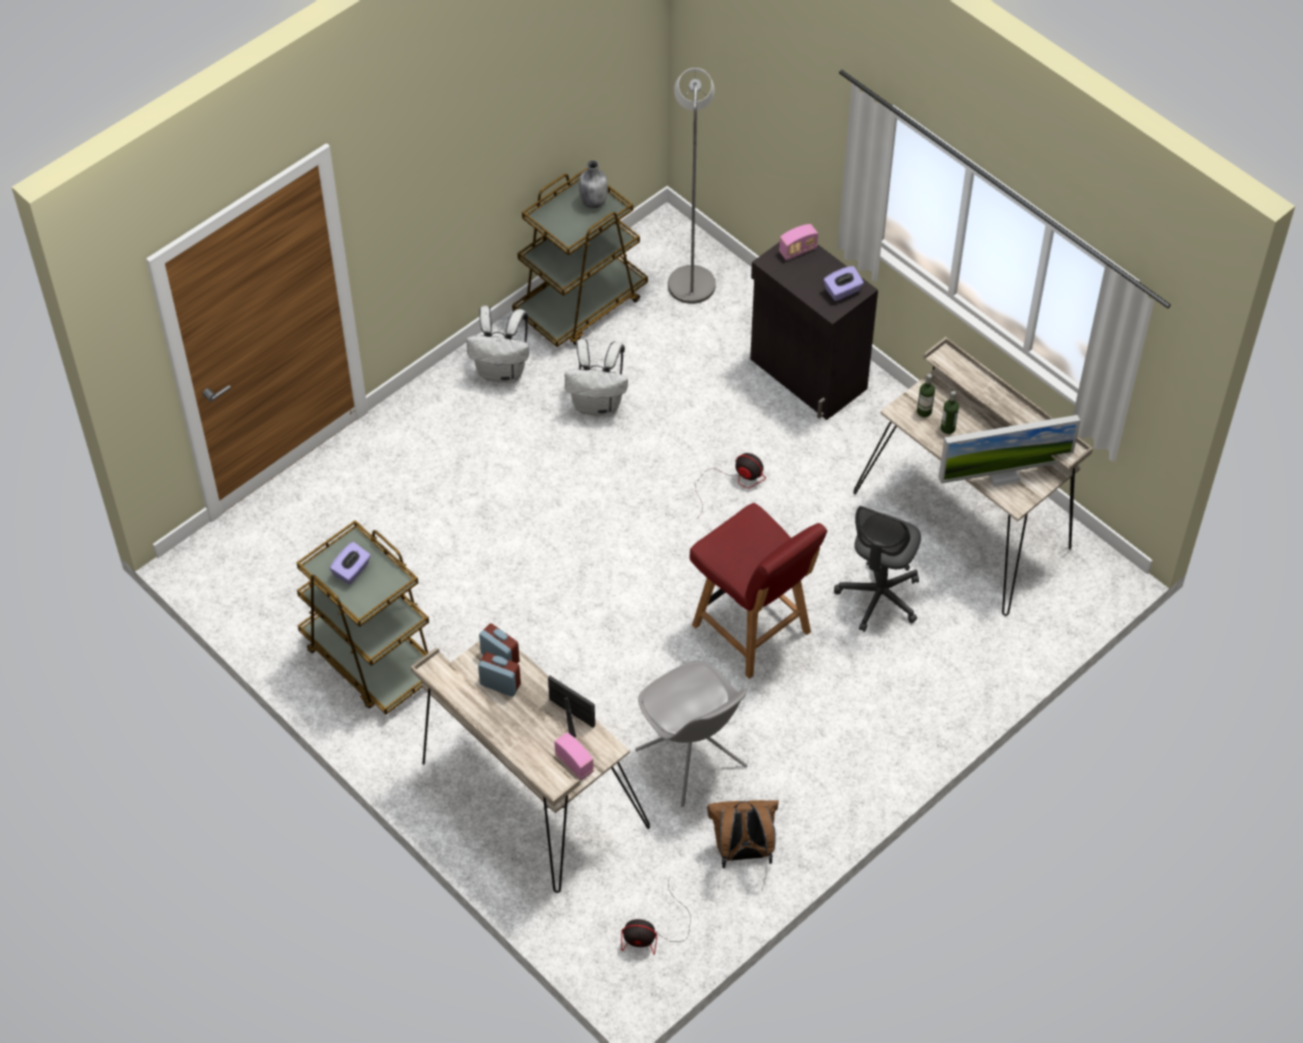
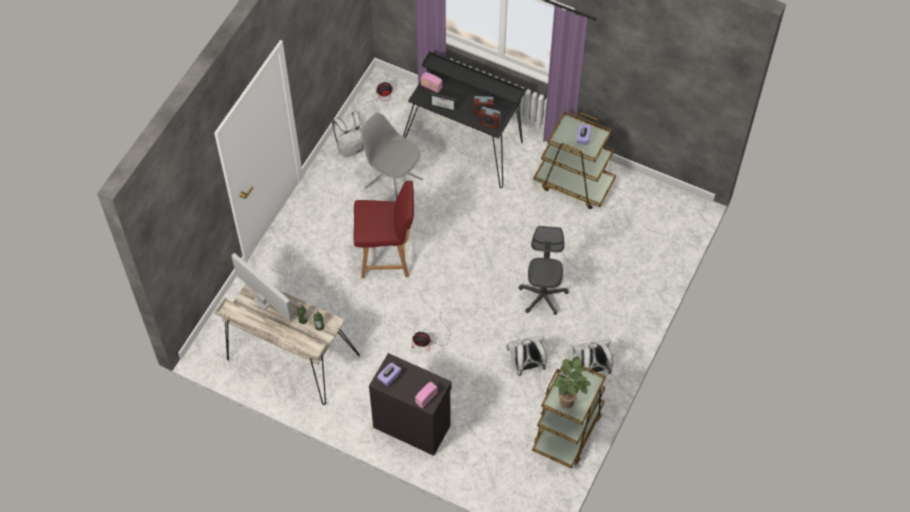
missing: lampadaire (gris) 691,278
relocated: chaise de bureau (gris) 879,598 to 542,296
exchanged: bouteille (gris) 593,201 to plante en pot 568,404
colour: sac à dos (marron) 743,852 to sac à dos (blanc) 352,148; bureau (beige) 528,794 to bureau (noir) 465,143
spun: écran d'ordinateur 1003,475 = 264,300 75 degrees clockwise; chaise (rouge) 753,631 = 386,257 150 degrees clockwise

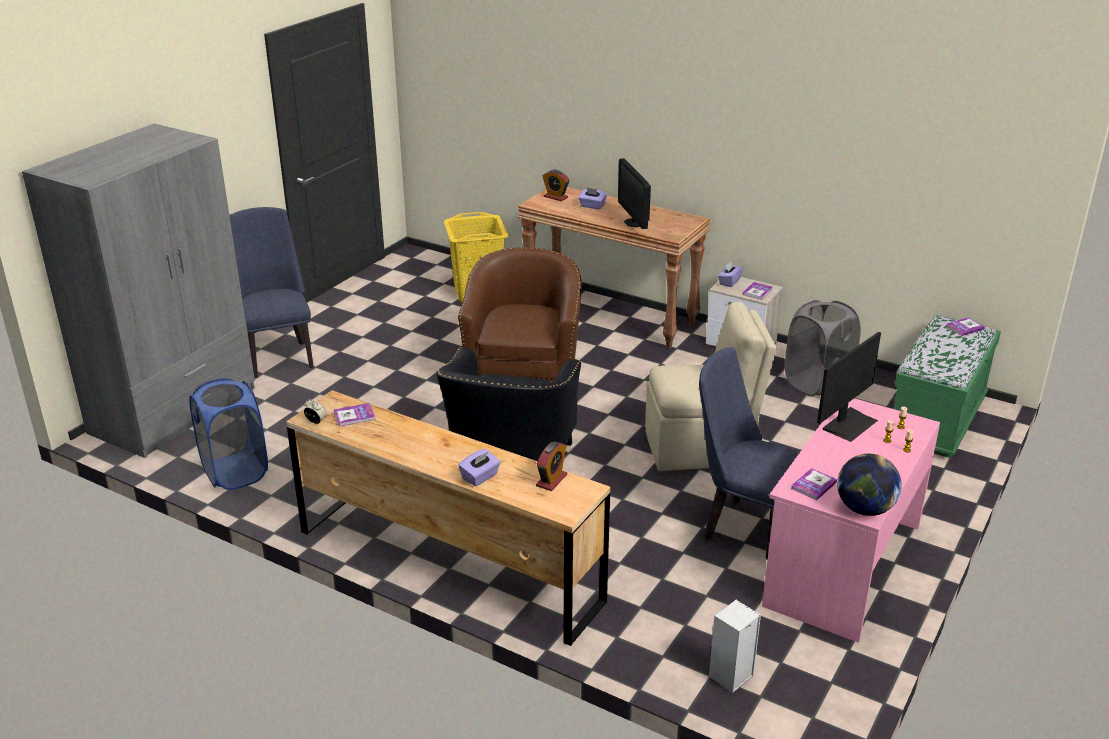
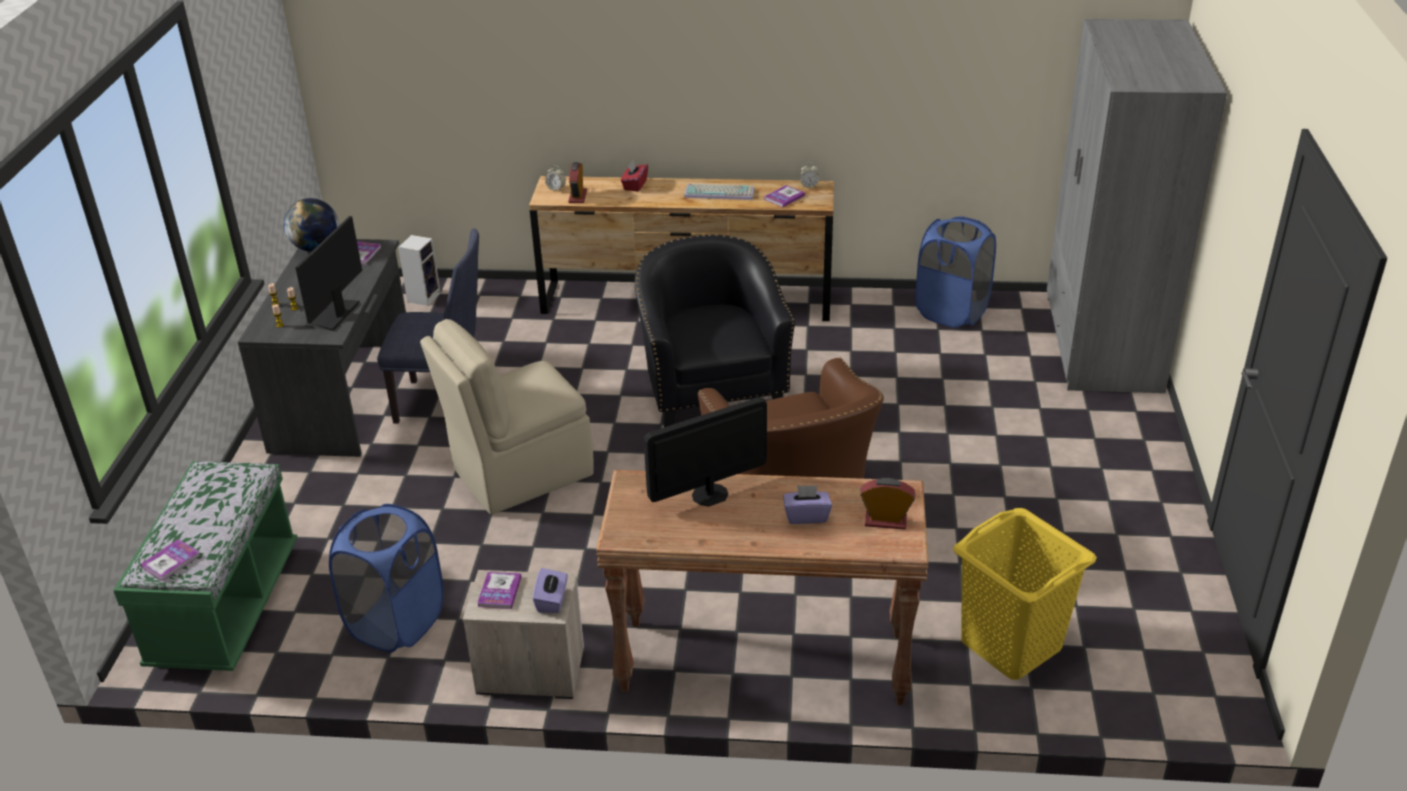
missing: chaise (bleu) 278,356
appeared: réveil 556,189; clavier 720,192
colour: bureau (rose) 841,564 to bureau (gris) 345,396; panier à linge (gris) 817,384 to panier à linge (bleu) 396,622; boîte à mouchoirs (violet) 480,477 to boîte à mouchoirs (rouge) 634,185
spun: écran d'ordinateur 634,222 = 710,495 75 degrees counterclockwise

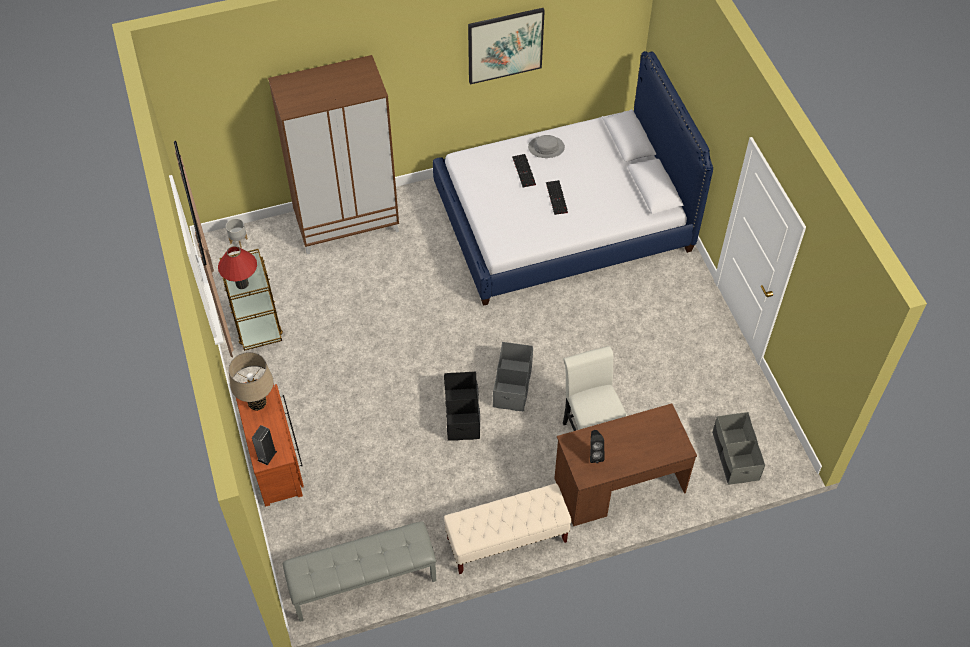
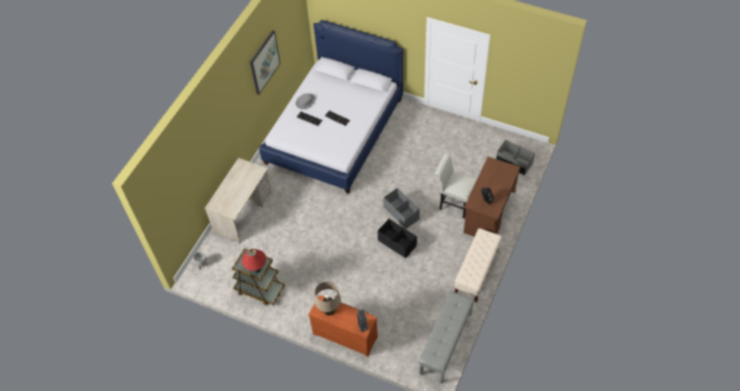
exchanged: armoire (marron) 347,223 to bureau (beige) 243,212

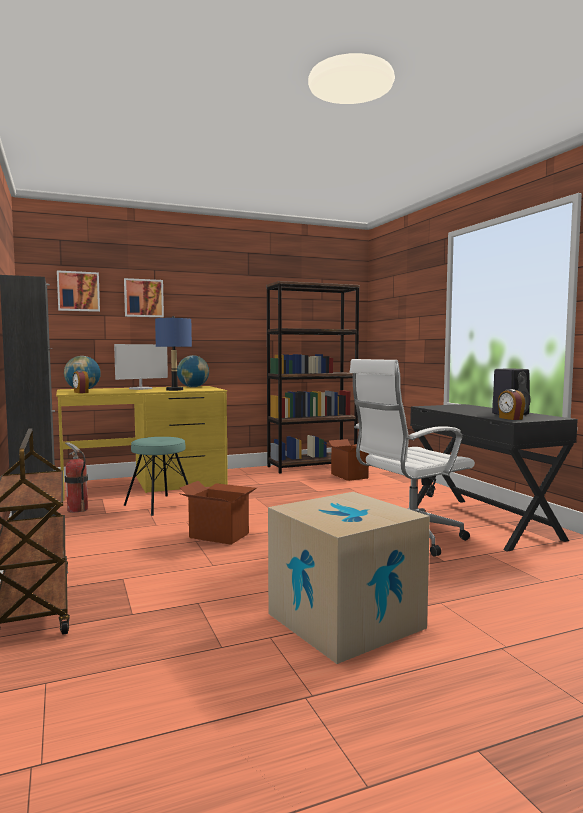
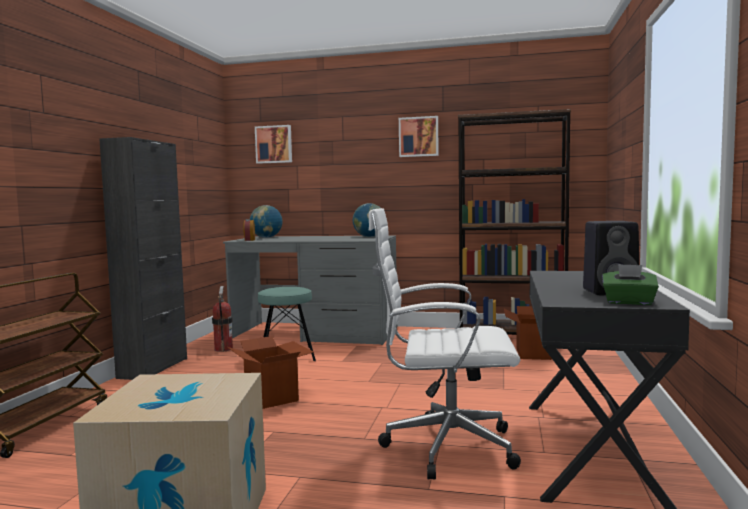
missing: écran d'ordinateur 141,388; lampe de table (bleu) 174,390; réveil 510,418
appeared: boîte à mouchoirs (vert) 629,302
relocated: tableau 143,298 to 418,137
colour: bureau (jaune) 144,484 to bureau (gris) 316,333

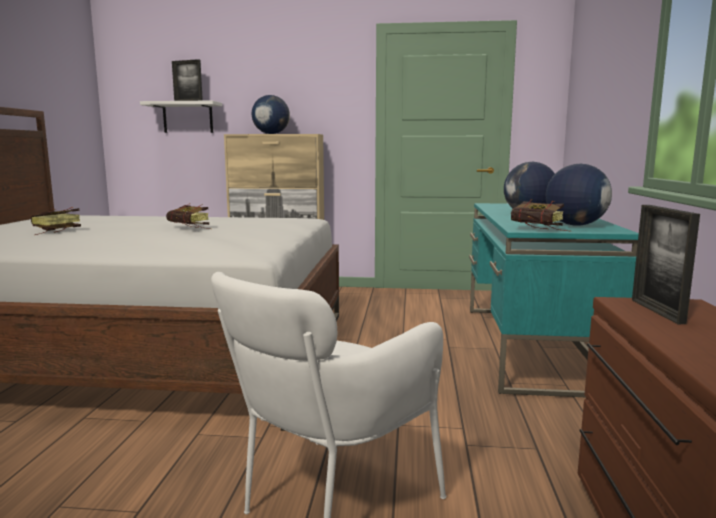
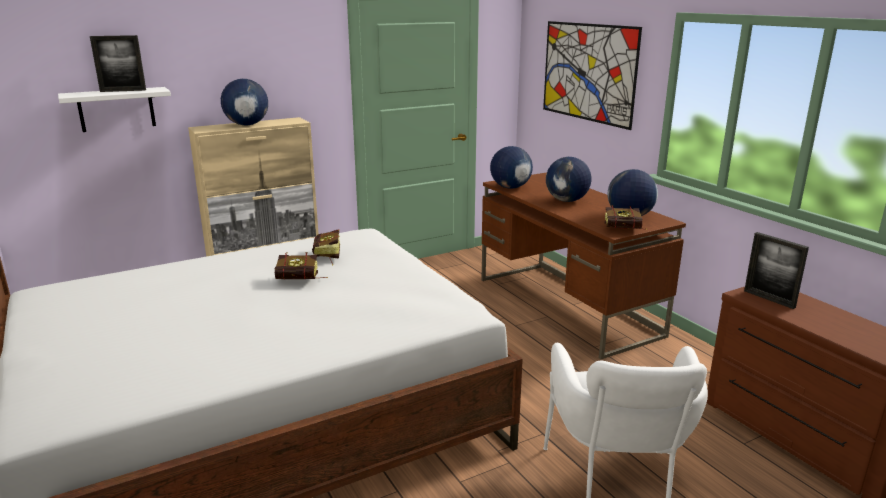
appeared: globe 510,187; tableau 588,72
relocated: livre 53,231 to 327,257
colour: bureau (turquoise) 530,347 to bureau (marron) 567,307

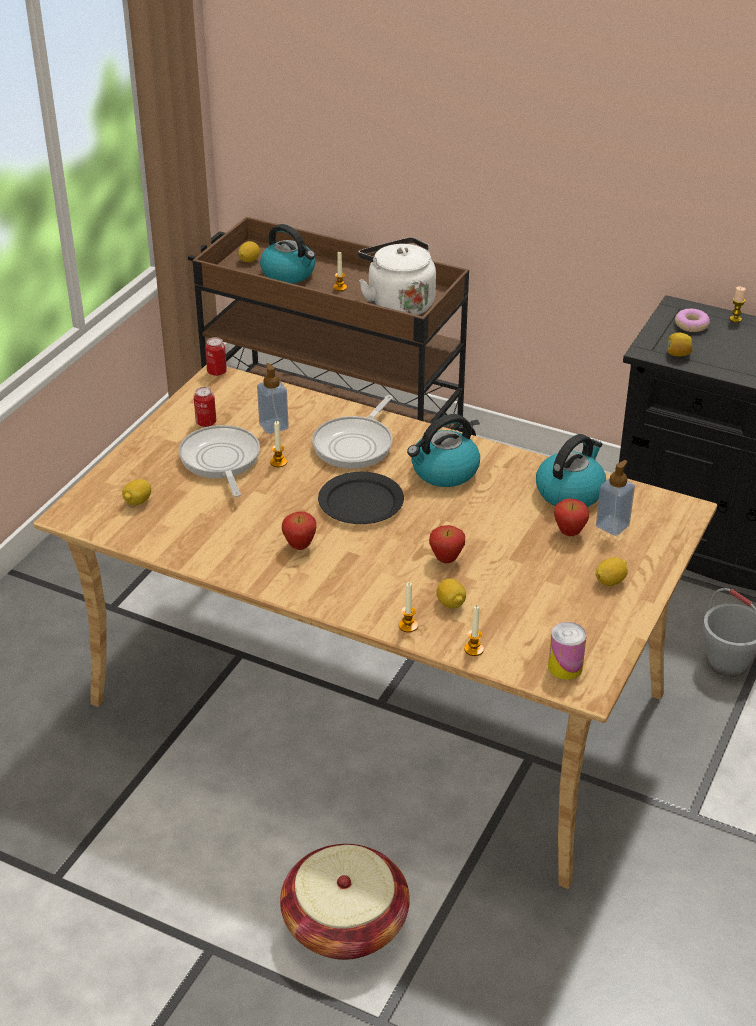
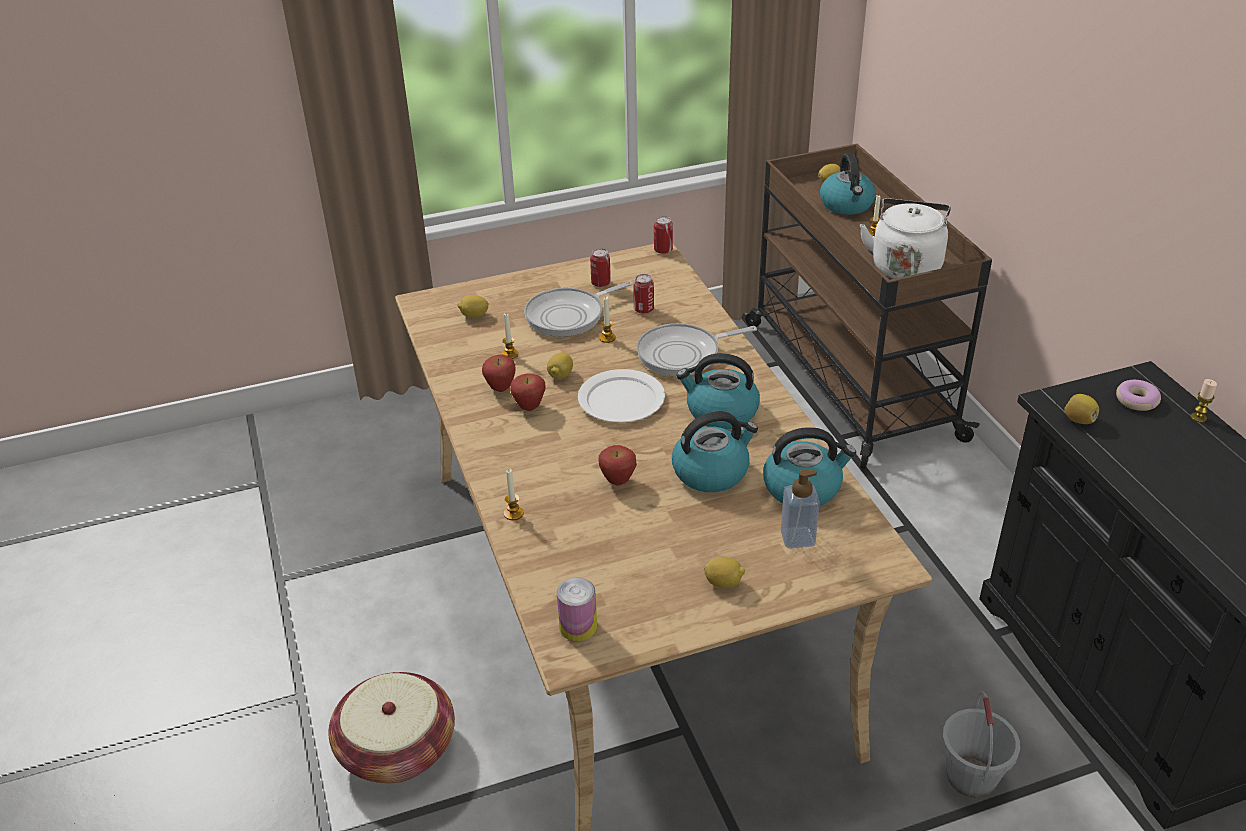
appeared: bouilloire 711,471
relocated: pomme 569,533 to 500,388; bougie 474,649 to 510,354; citron 450,603 to 560,375
exchanged: distributeur de savon 273,426 to boîte métallique 643,309
colour: assiette (noir) 360,502 to assiette (blanc) 621,399
spun: poêle 220,461 = 569,316 150 degrees counterclockwise

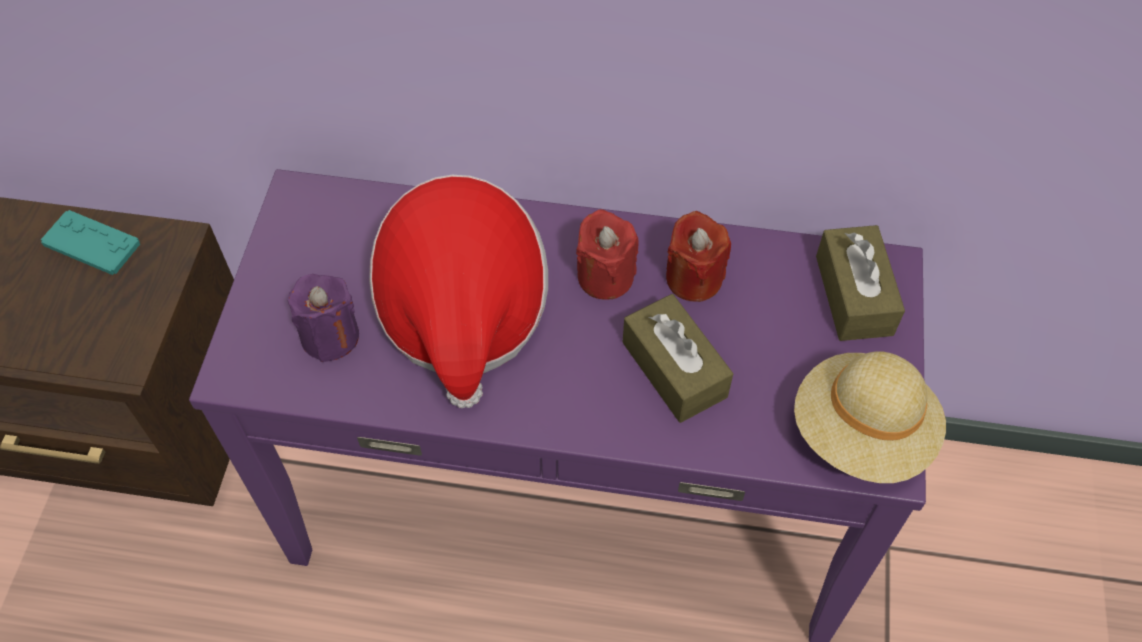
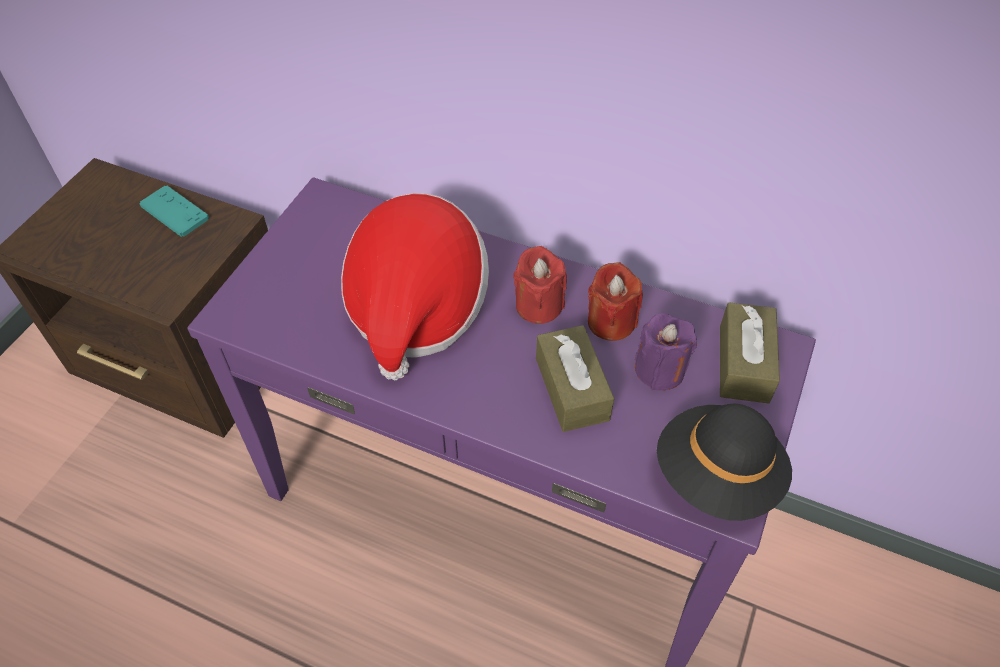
relocated: bougie (violet) 330,336 to 659,370
colour: chapeau (beige) 862,433 to chapeau (noir) 717,476

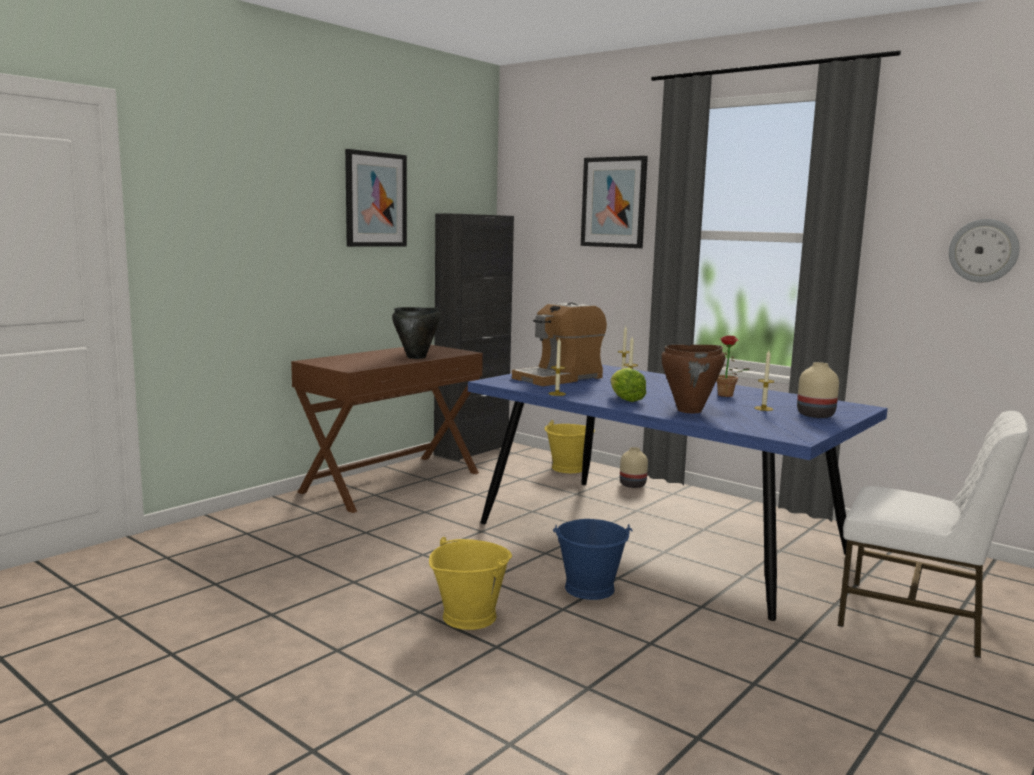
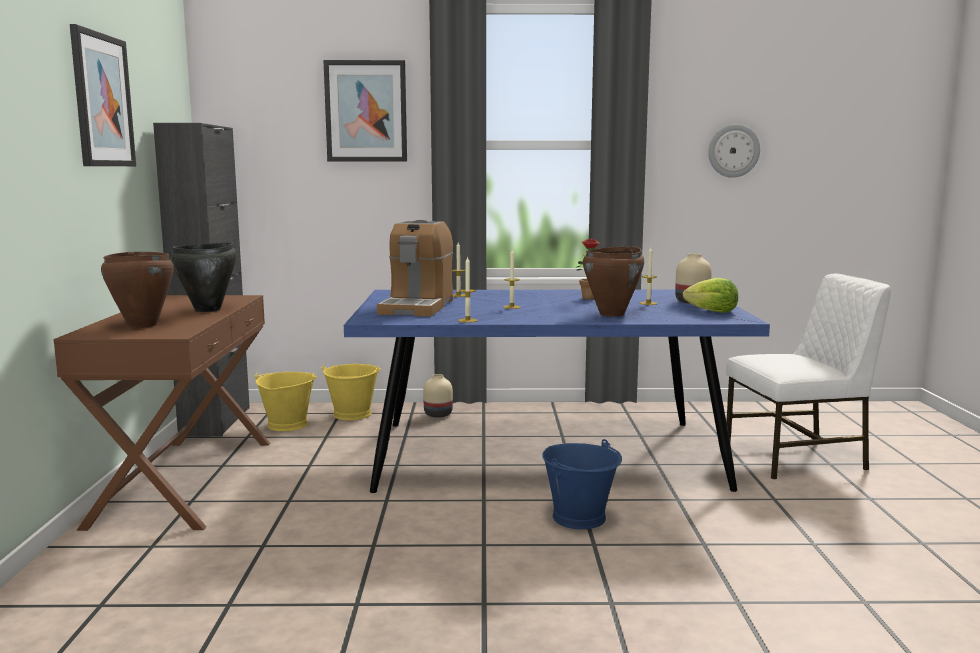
appeared: marmite (marron) 142,325
relocated: seau (jaune) 469,616 to 287,425; laitue 625,399 to 712,311

